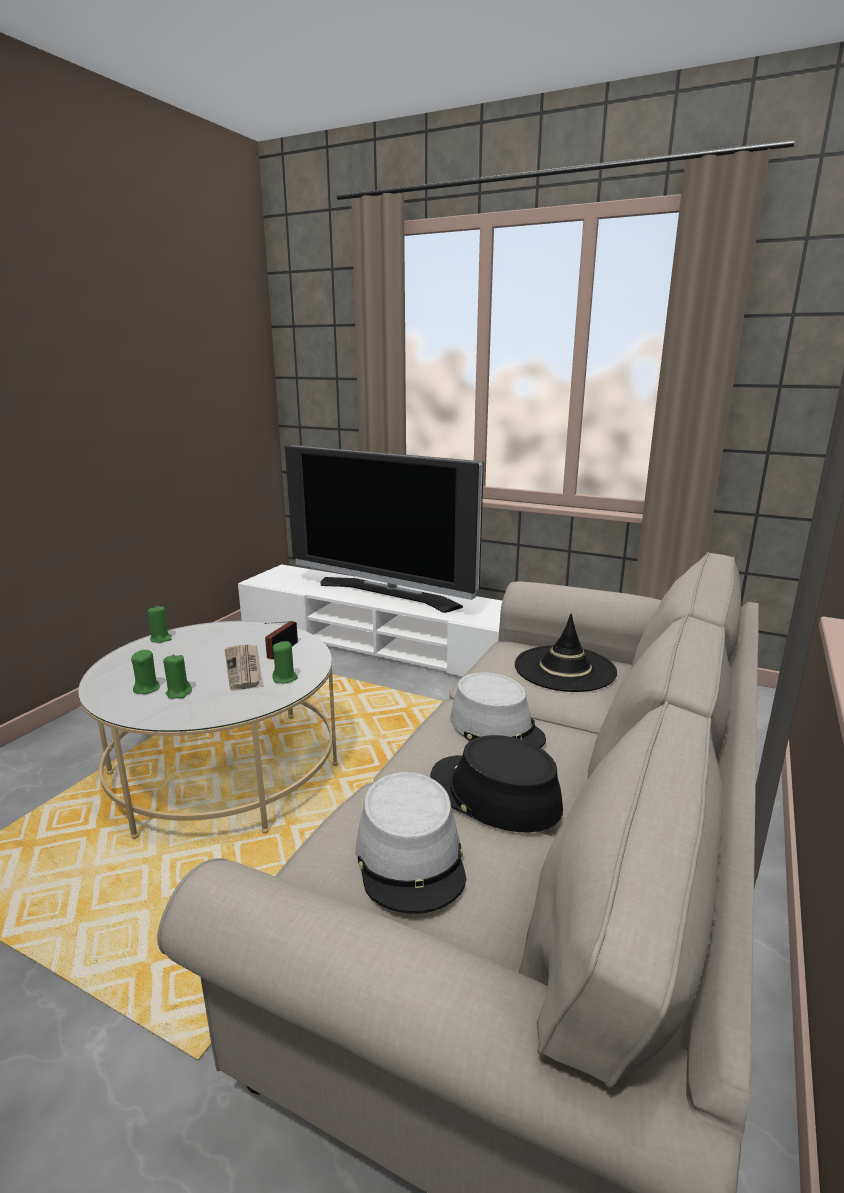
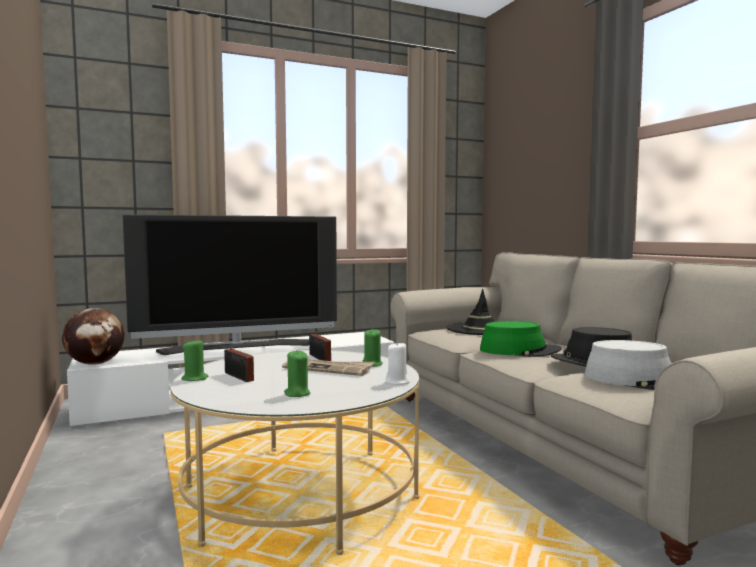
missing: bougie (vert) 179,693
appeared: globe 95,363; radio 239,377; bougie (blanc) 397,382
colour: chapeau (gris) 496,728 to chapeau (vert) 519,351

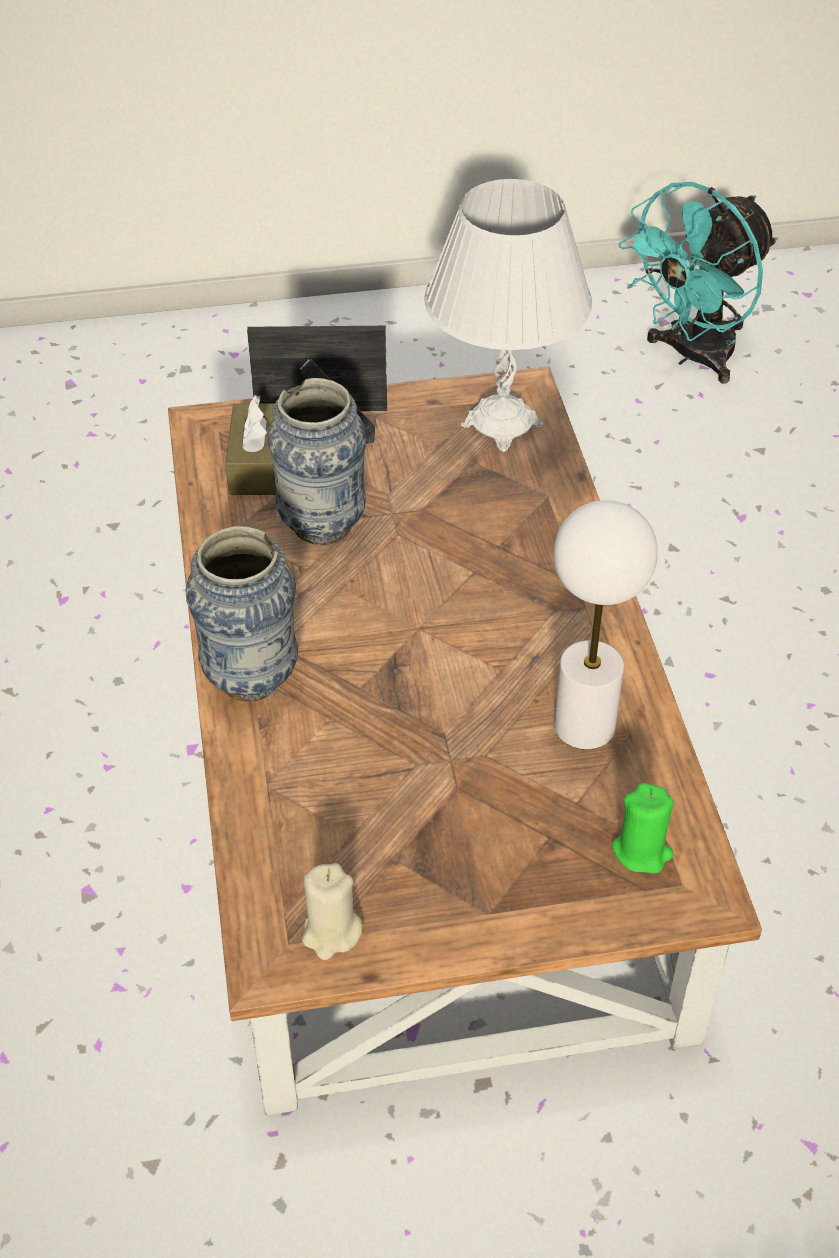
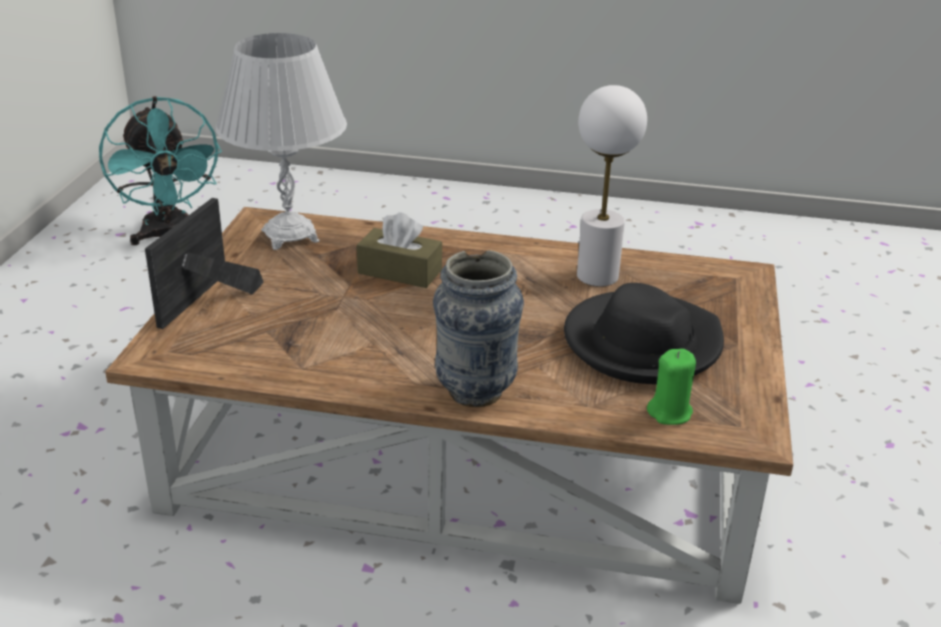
missing: vase 322,525; bougie (beige) 331,933
appeared: chapeau (noir) 642,343
relocated: boîte à mouchoirs (marron) 257,464 to 399,272; bougie (vert) 642,852 to 670,413

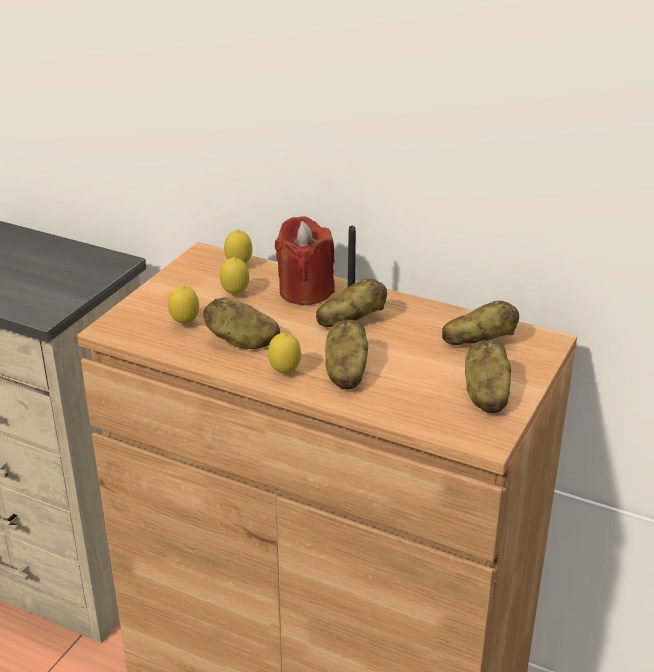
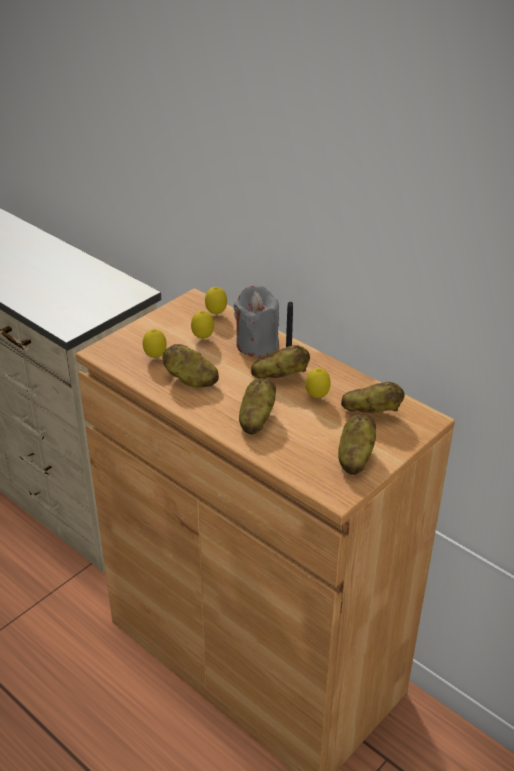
relocated: citron 284,373 to 317,397
colour: bougie (rouge) 305,291 to bougie (gris) 257,344

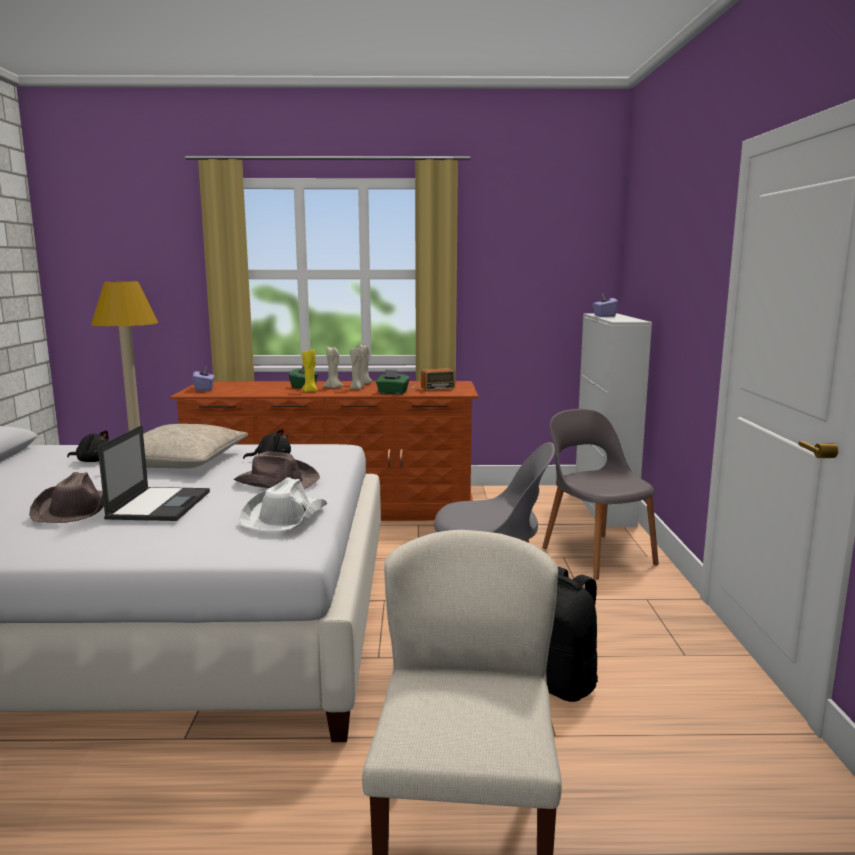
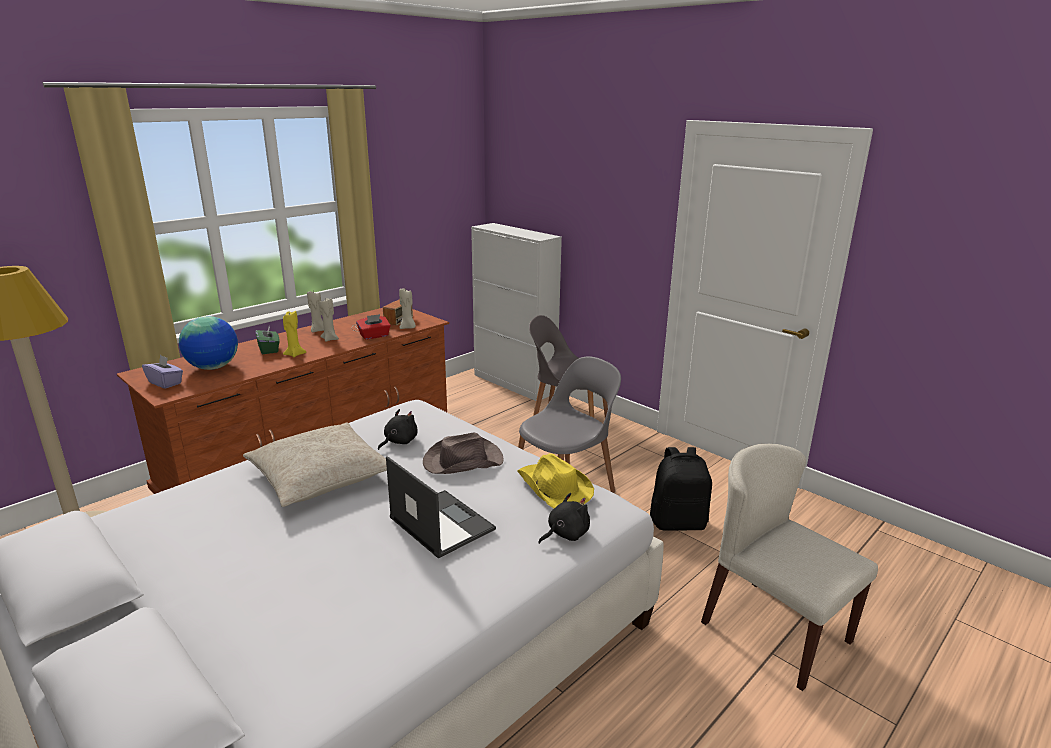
missing: chapeau (marron) 75,509; boîte à mouchoirs (violet) 604,316
appeared: globe 213,367
relocated: bougie (beige) 333,388 to 408,327; peluche (noir) 93,461 to 565,534
colour: boîte à mouchoirs (vert) 392,392 to boîte à mouchoirs (rouge) 374,336; chapeau (blanc) 284,516 to chapeau (jaune) 554,488

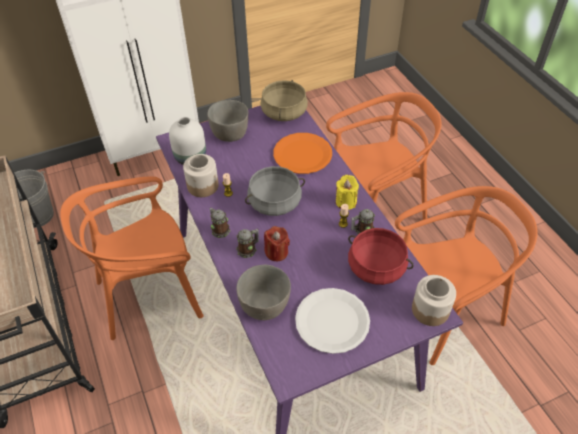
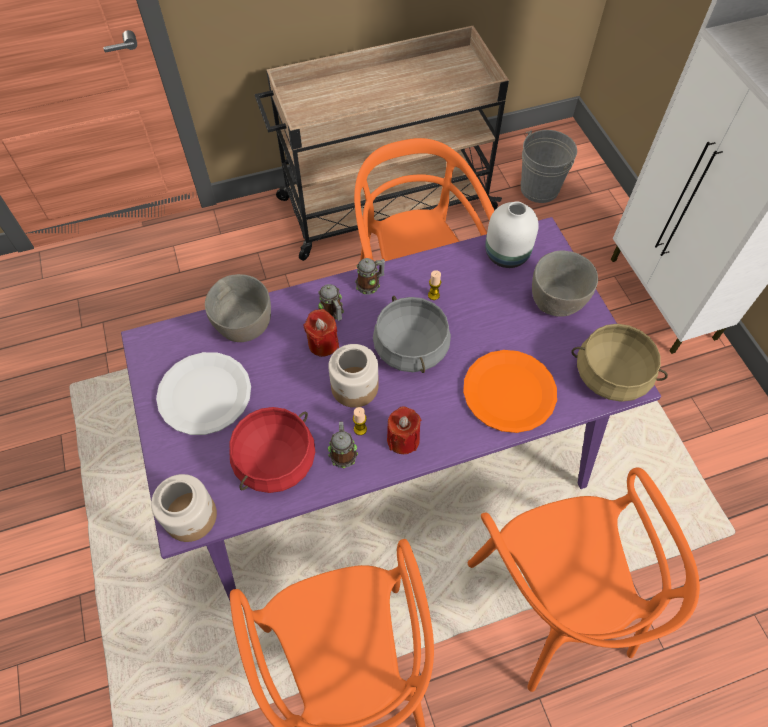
relocated: bocal 203,186 to 354,387
colour: bougie (jaune) 346,202 to bougie (rouge) 403,439

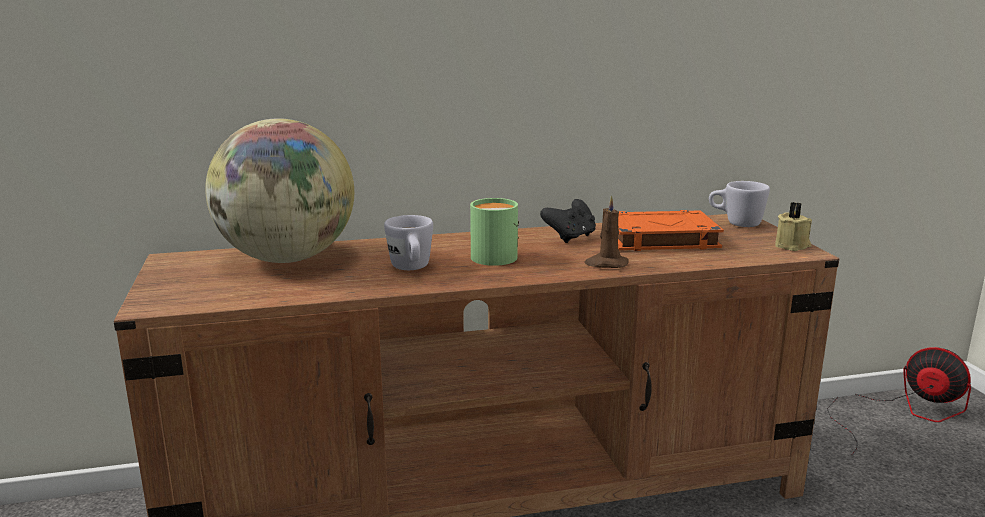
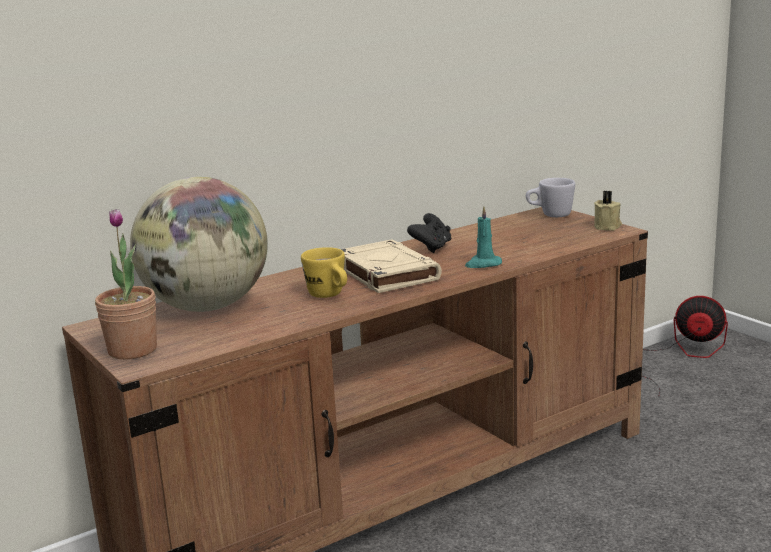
missing: livre (orange) 659,239
appeared: plante en pot 132,350
exchanged: mug (vert) 494,255 to livre (beige) 386,273
colour: mug (blanc) 411,269 to mug (jaune) 329,295; bougie (marron) 606,264 to bougie (turquoise) 483,264

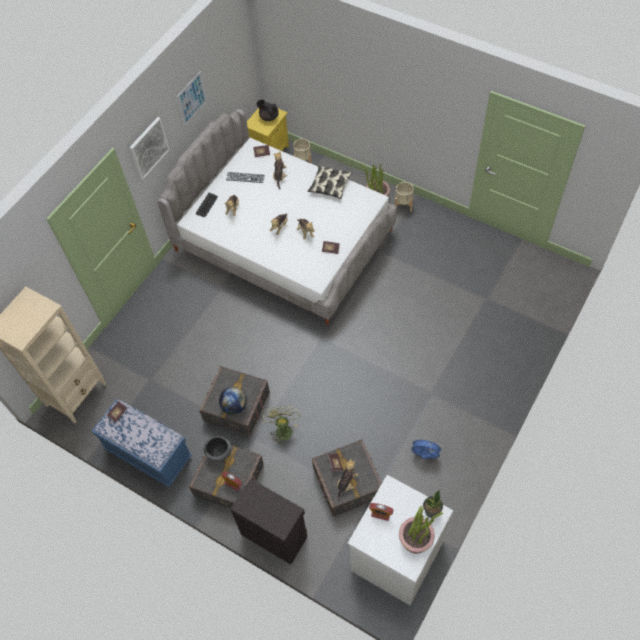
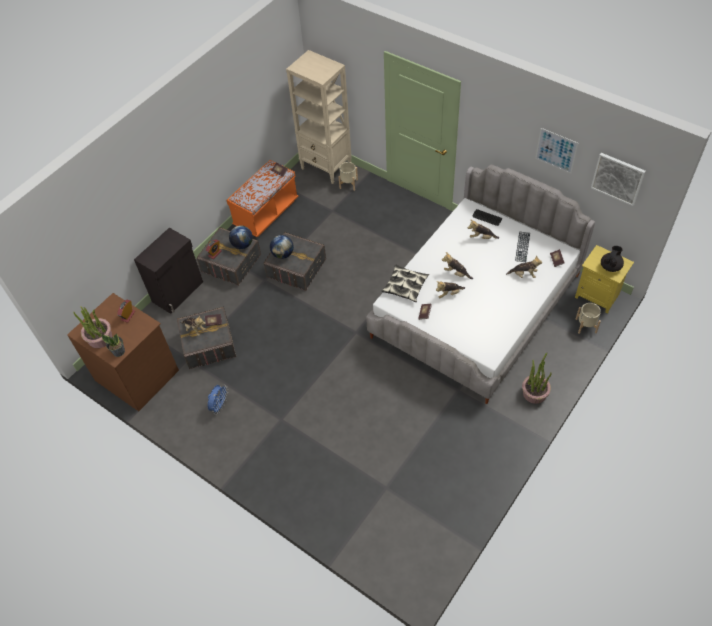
missing: ventilateur (vert) 282,429
relocated: cache-pot (beige) 403,204 to 348,184; coussin 329,185 to 405,286; tableau 148,148 to 618,178
exchanged: bol 219,453 to globe 242,245
colour: commode (blanc) 396,554 to commode (marron) 138,374; banc (bleu) 148,453 to banc (orange) 266,213

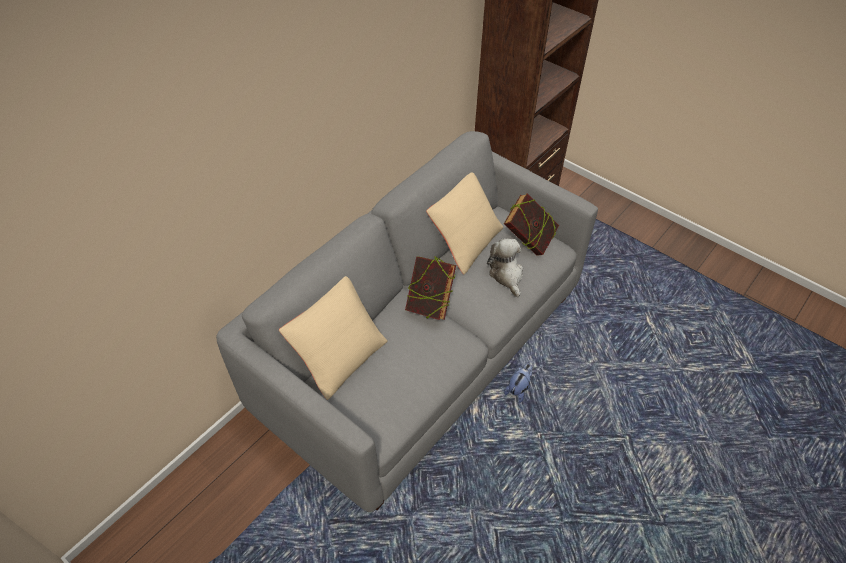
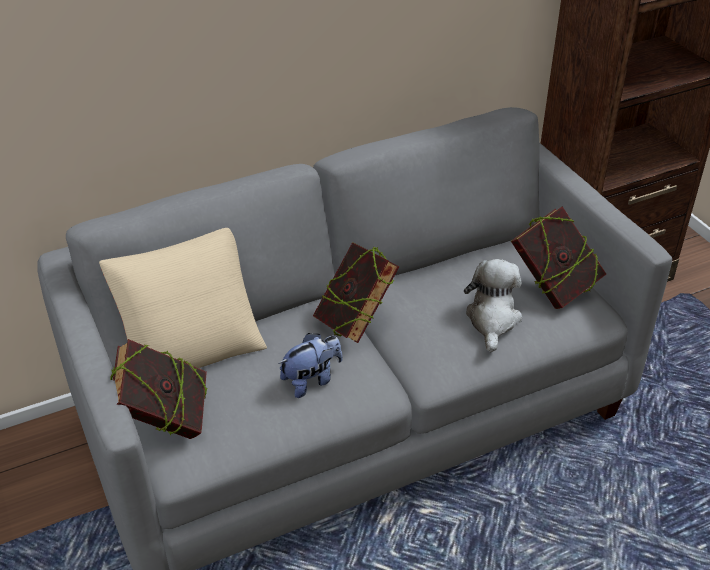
missing: coussin (beige) 465,241
appeared: livre 166,421
relocated: peluche 518,389 to 312,380

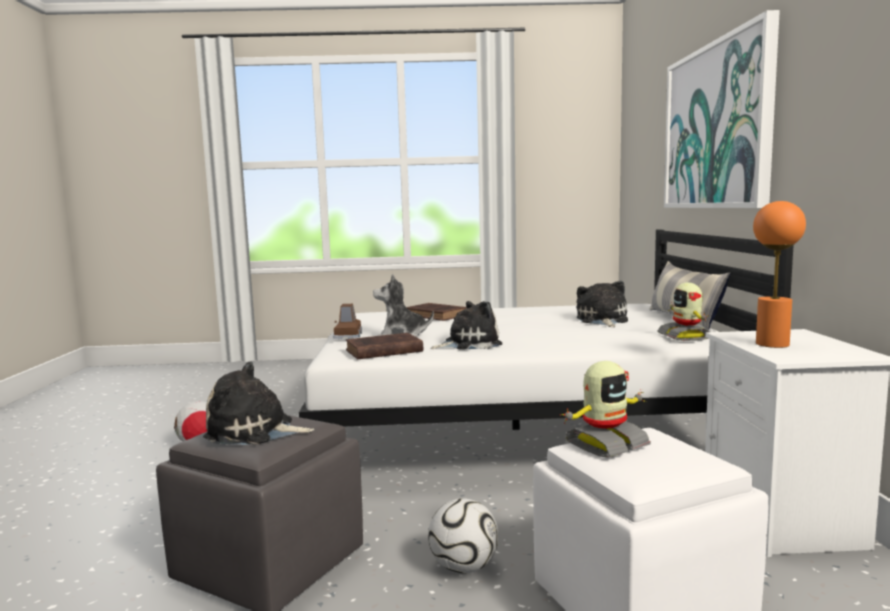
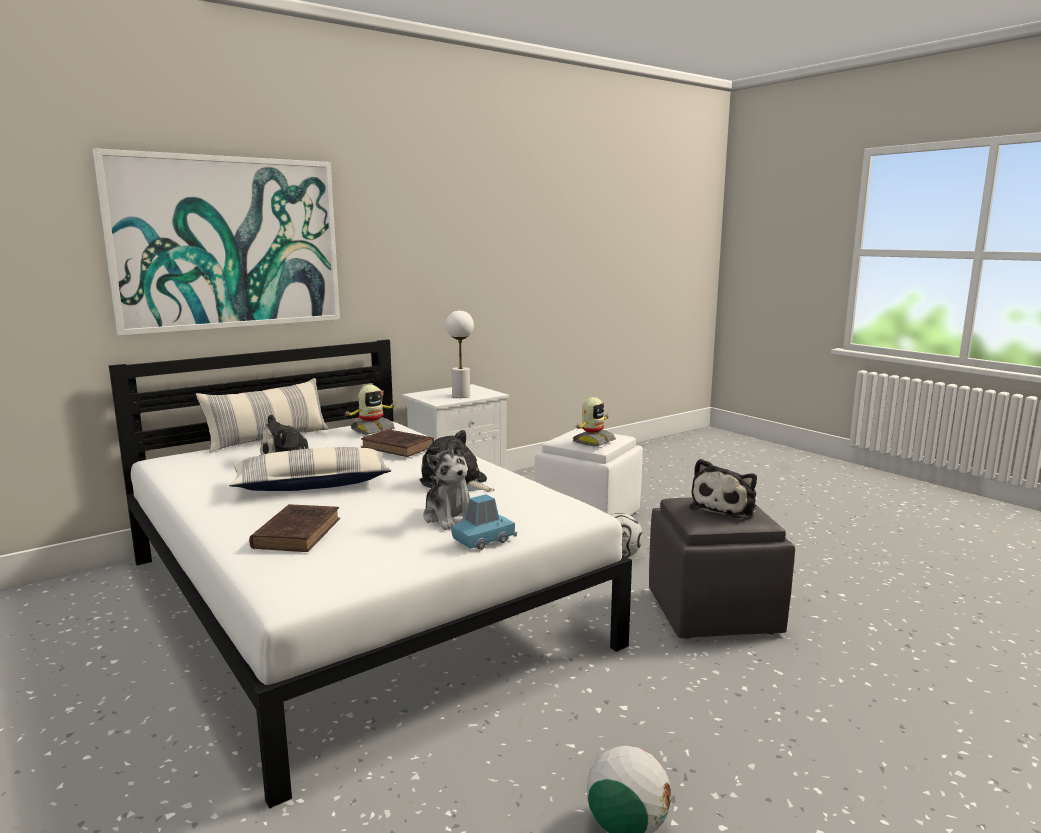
appeared: coussin 312,484
relocated: livre (marron) 382,351 to 399,447
colour: lampe de table (orange) 771,344 to lampe de table (blanc) 461,396; petite voiture (marron) 348,336 to petite voiture (bleu) 484,540
spun: robot jouet 605,444 = 593,441 105 degrees clockwise; peluche 255,432 = 725,507 60 degrees clockwise

